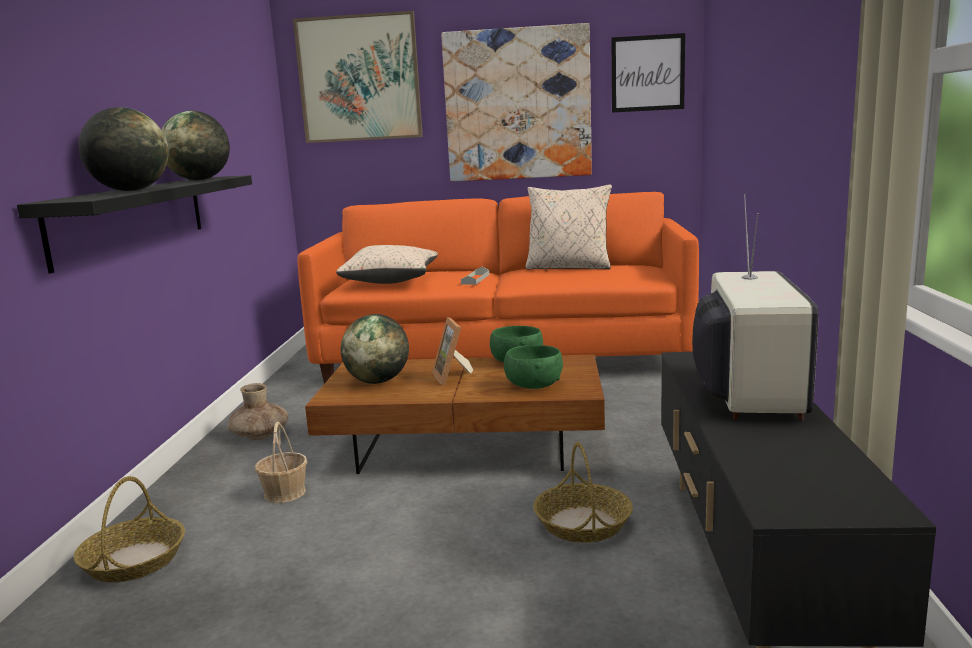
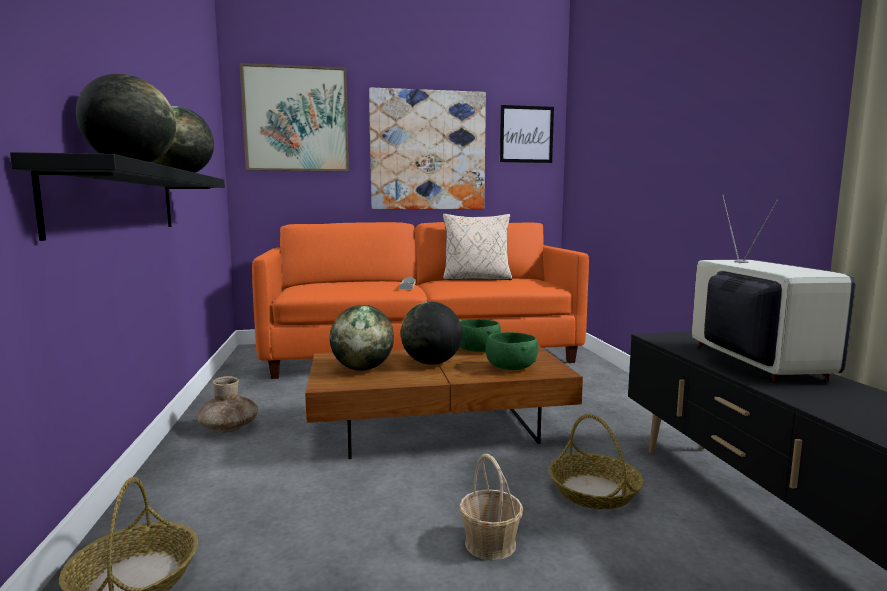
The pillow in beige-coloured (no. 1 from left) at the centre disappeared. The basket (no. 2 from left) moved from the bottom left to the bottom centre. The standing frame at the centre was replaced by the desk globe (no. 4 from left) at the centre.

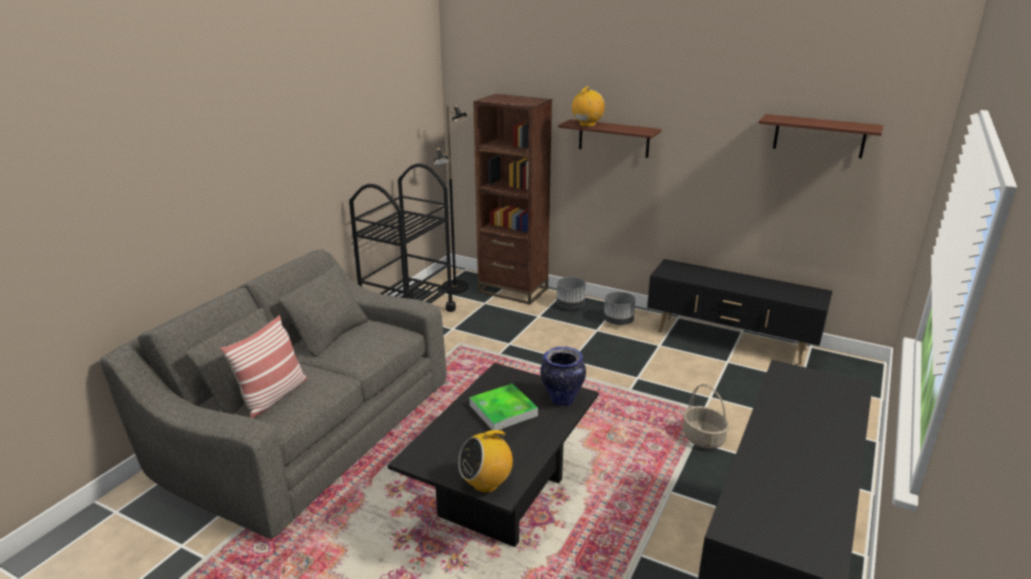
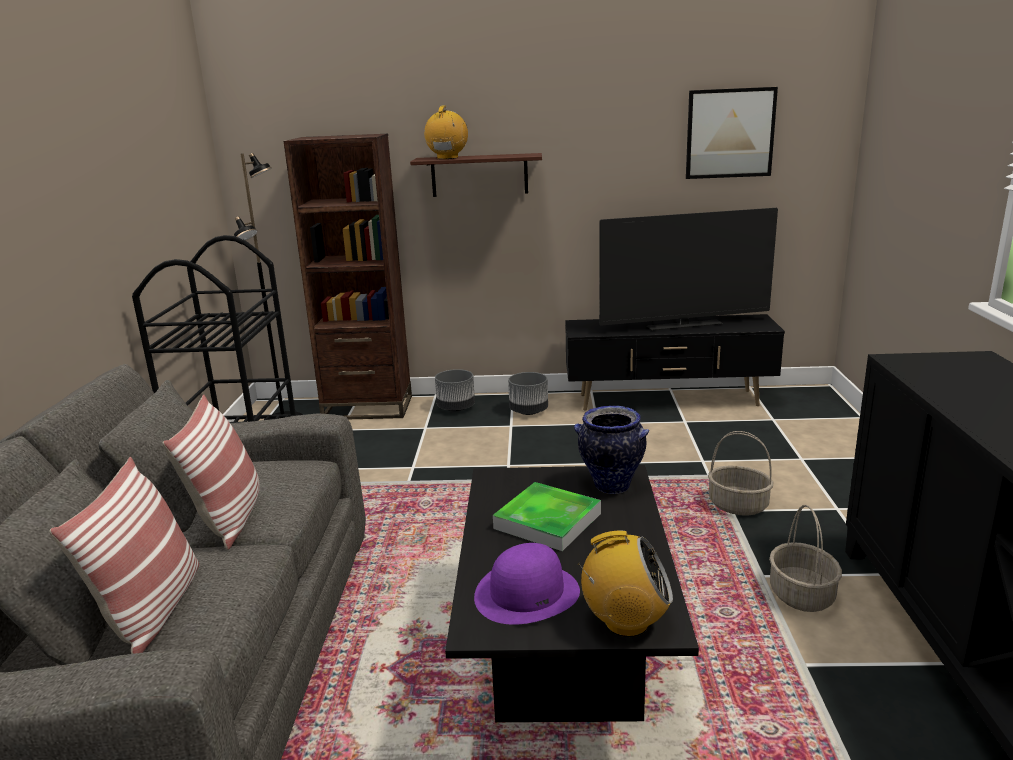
The pillow (no. 2 from left) at the middle left appeared. The wearable hat in purple at the bottom centre appeared. The TV at the middle right appeared. The basket (no. 2 from left) at the bottom right appeared. The wall shelf (no. 2 from left) at the top right was replaced by the wall picture at the top right. The radio (no. 1 from left in the first image) at the bottom centre turned 120 degrees counterclockwise.

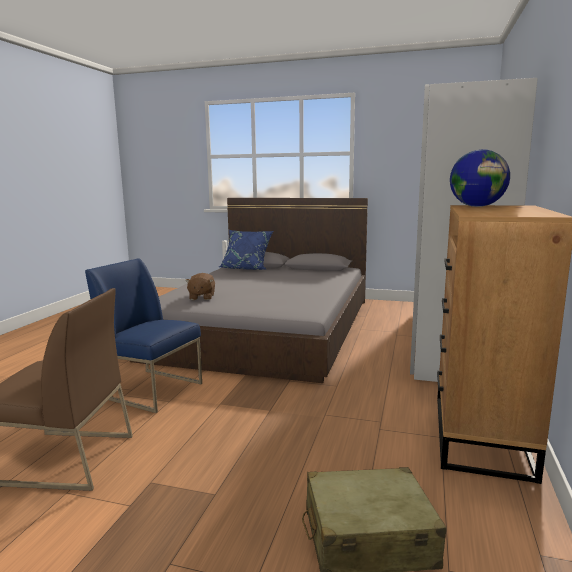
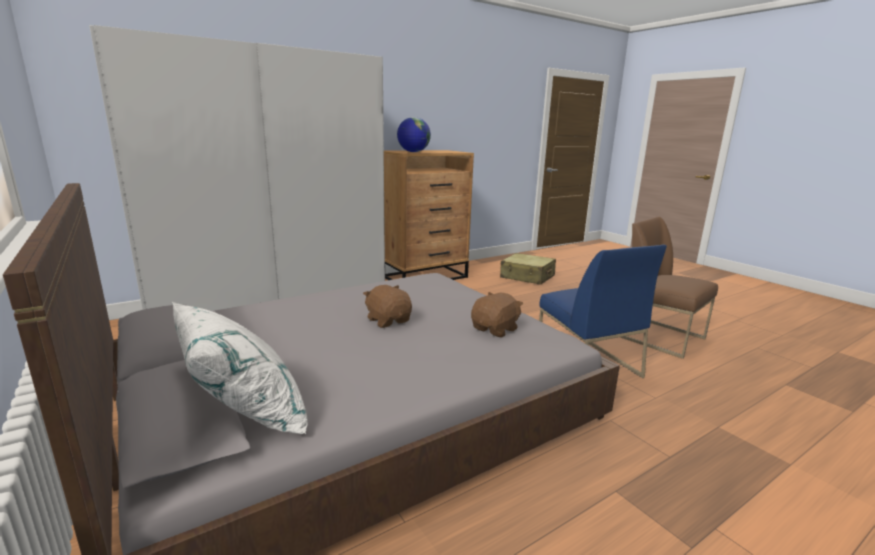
The soft toy in brown-coloured (no. 1 from left) at the centre appeared. The pillow in bluish at the centre became the pillow in white-coloured at the middle left.

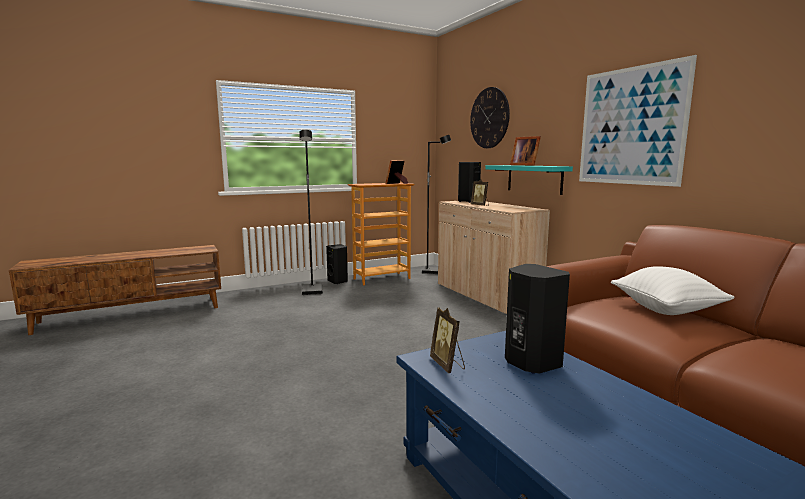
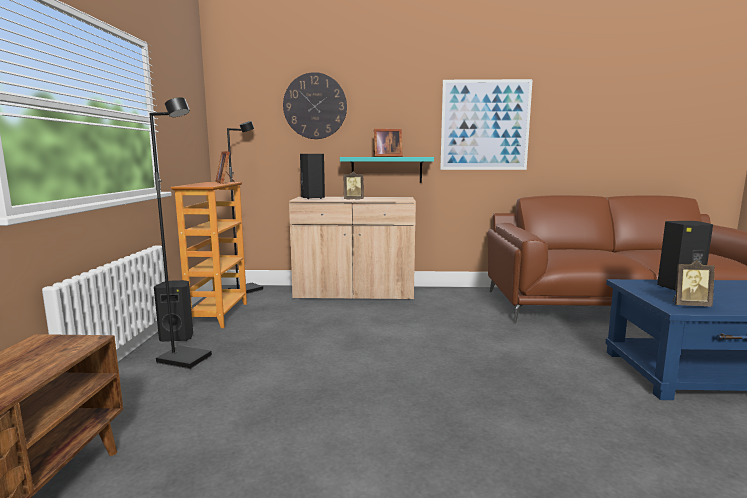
The pillow in white-coloured at the middle right disappeared.

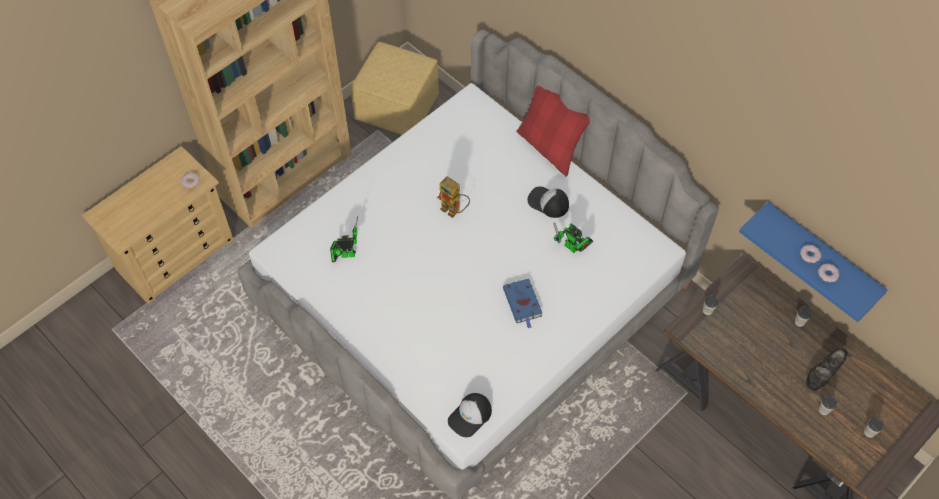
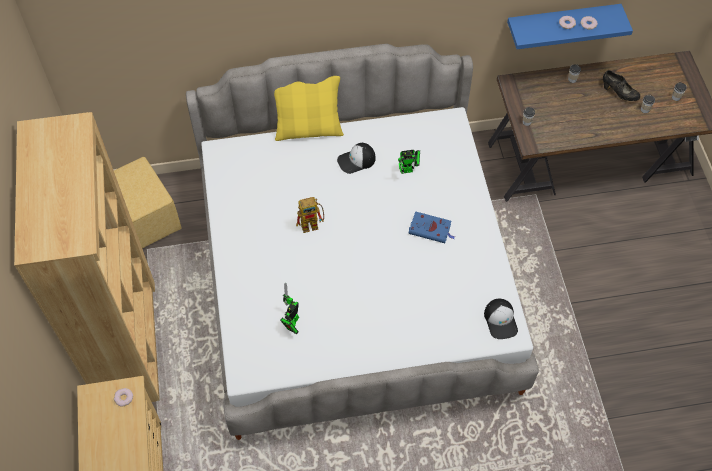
The pillow in reddish at the top centre became the pillow in yellow at the top centre. The shoe in black-coloured at the bottom right turned 45 degrees counterclockwise.

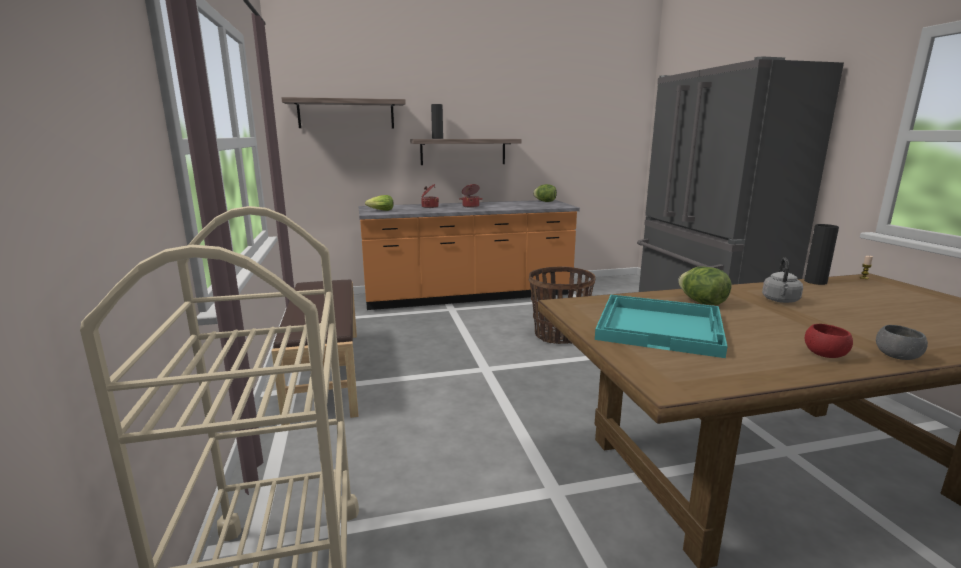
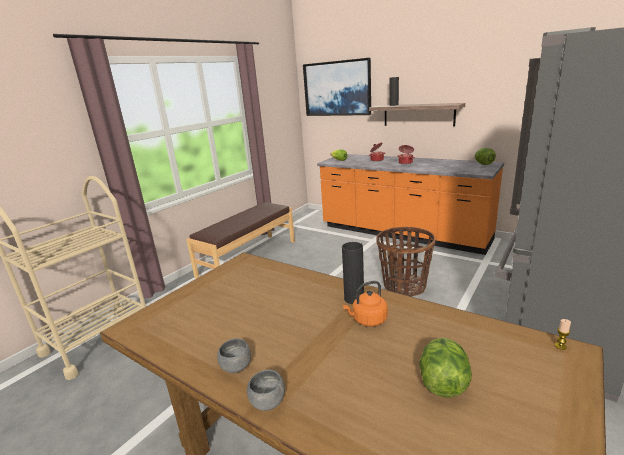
The carrying tray in turquoise-coloured at the middle right disappeared. The lettuce head (no. 3 from left in the first image) moved from the middle right to the bottom right. The vase in black-coloured (no. 2 from left in the first image) moved from the middle right to the centre. The wall shelf (no. 1 from left) at the top centre was replaced by the wall picture at the top centre. The tea kettle in greyish at the middle right became the tea kettle in orange-coloured at the centre. The serving bowl in reddish at the middle right became the serving bowl in greyish (no. 1 from left) at the bottom centre.

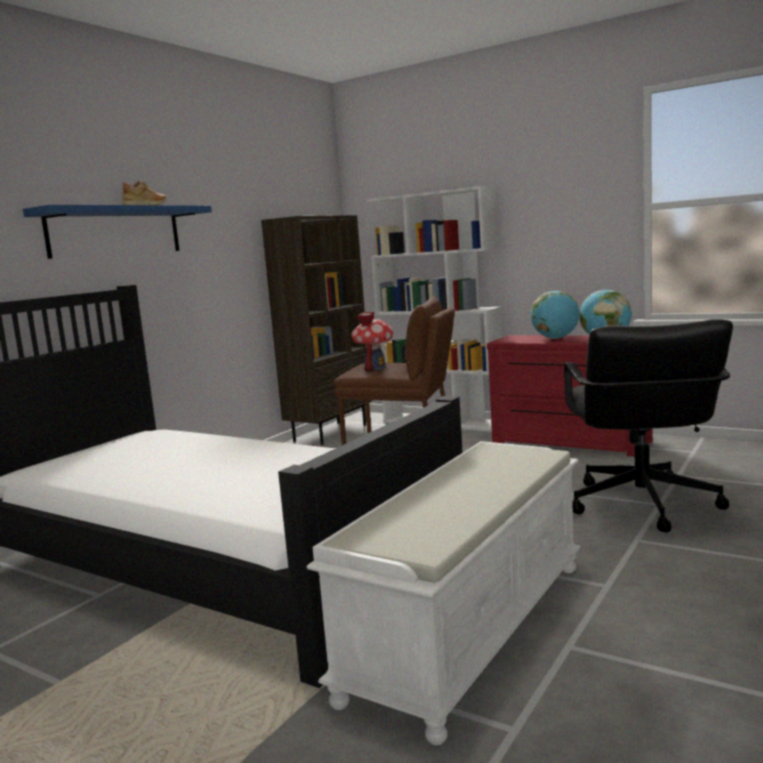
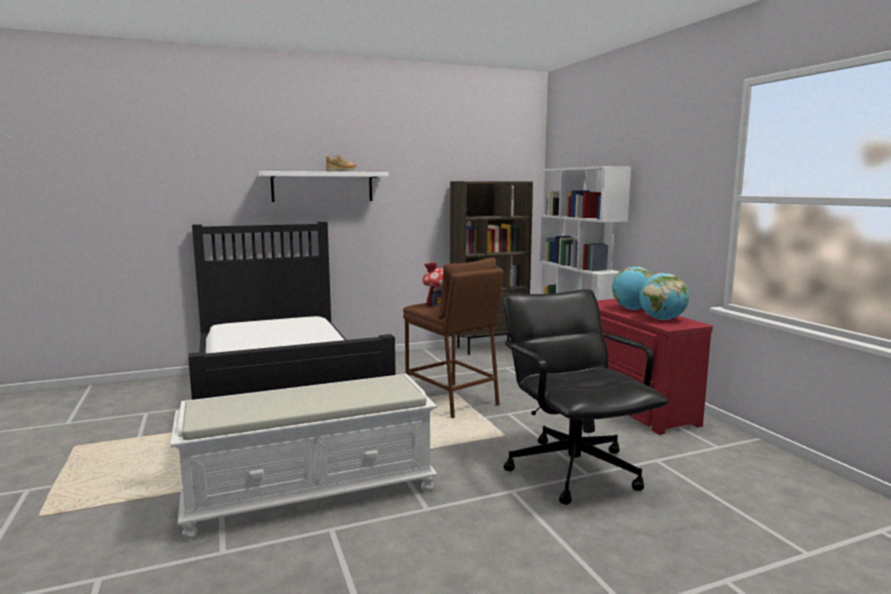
The wall shelf in bluish at the top left became the wall shelf in white-coloured at the top centre. The office chair in black-coloured at the middle right turned 120 degrees clockwise.

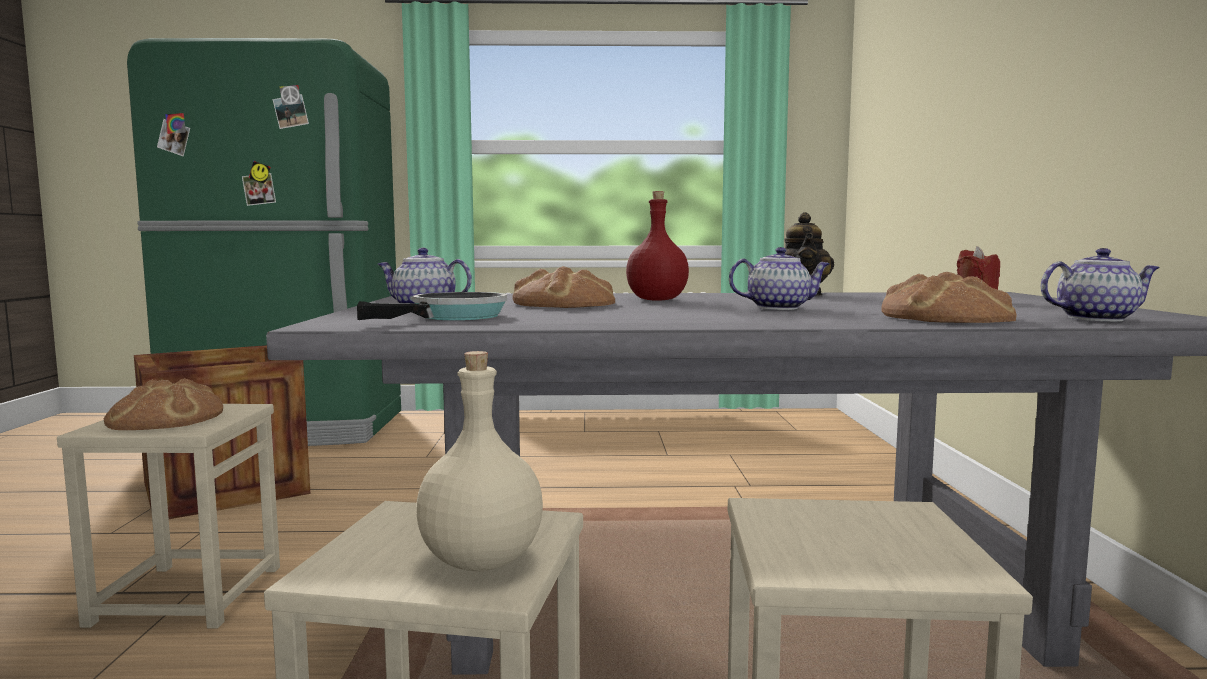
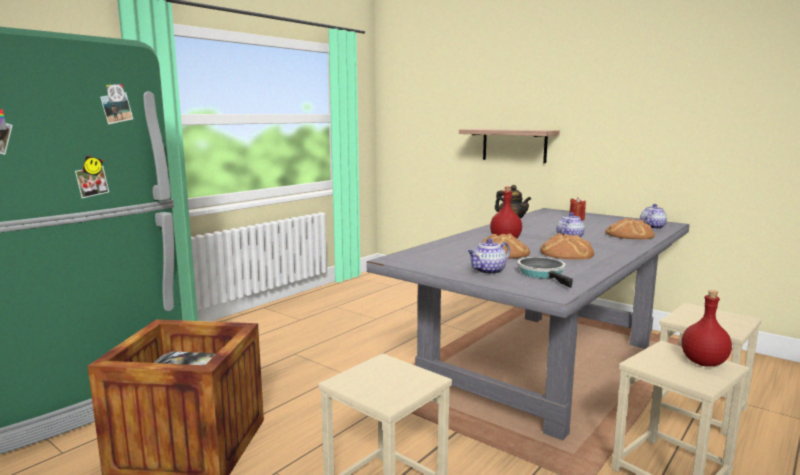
The wall shelf at the top centre appeared. The baked bread (no. 1 from left in the first image) moved from the middle left to the middle right. The beverage bottle in beige-coloured at the bottom centre became the beverage bottle in reddish (no. 2 from left) at the bottom right.

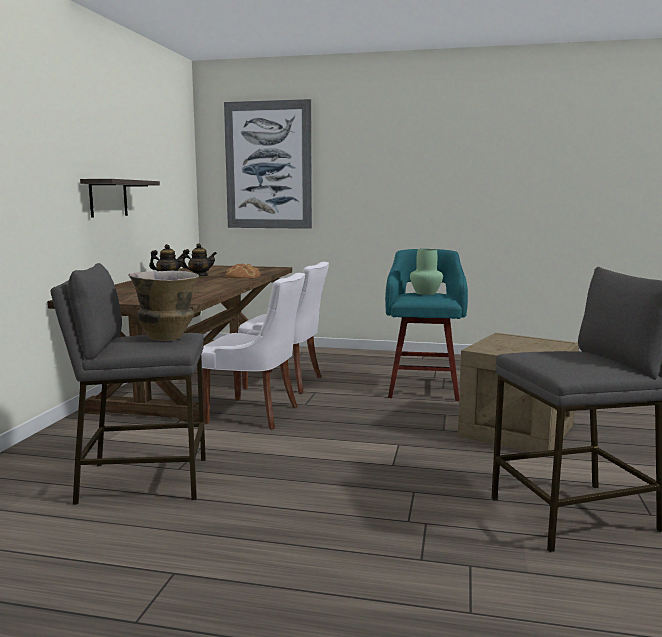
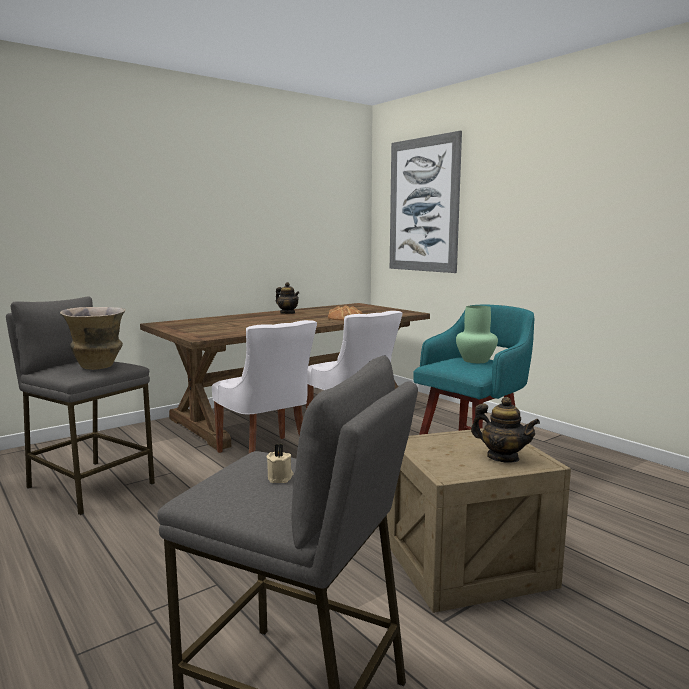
The wall shelf at the top left disappeared. The candle in beige-coloured at the bottom centre appeared. The pot for tea (no. 2 from left) moved from the middle left to the middle right.

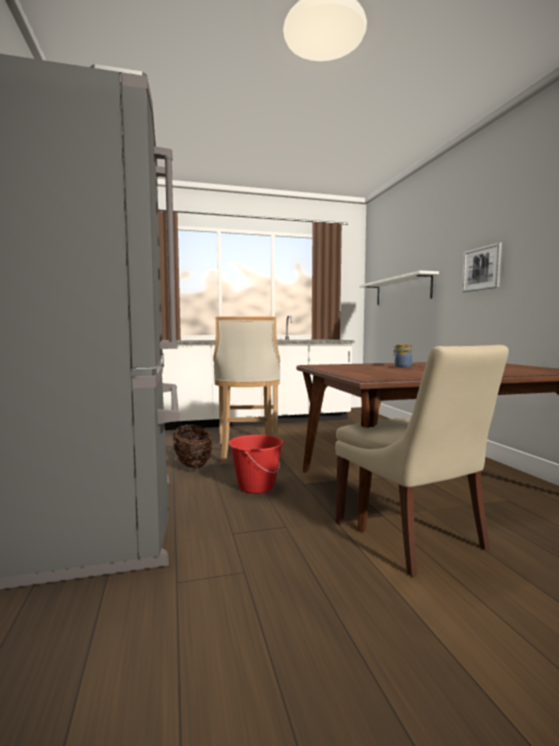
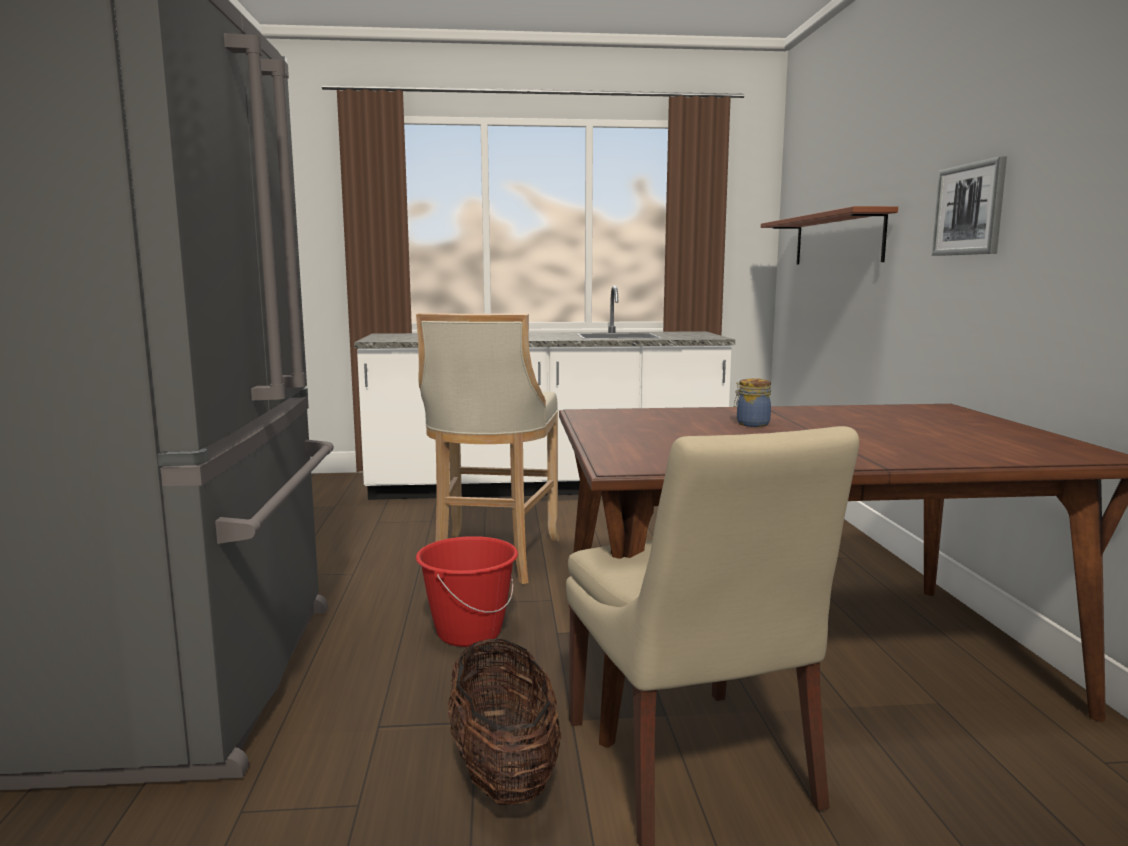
The basket moved from the centre to the bottom centre. The wall shelf in white-coloured at the middle right became the wall shelf in brown-coloured at the top right.

